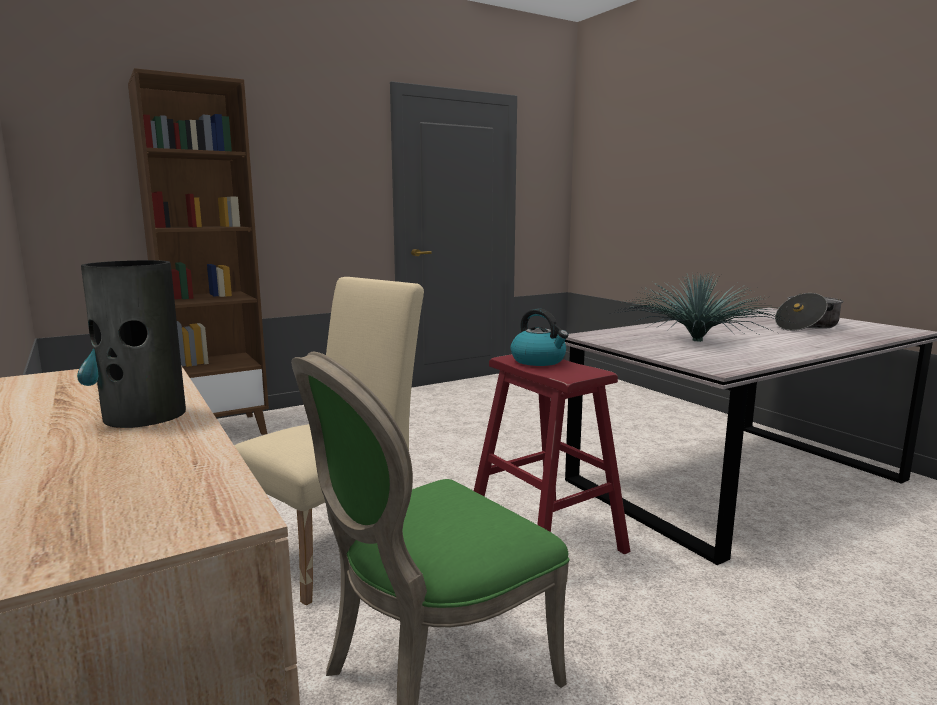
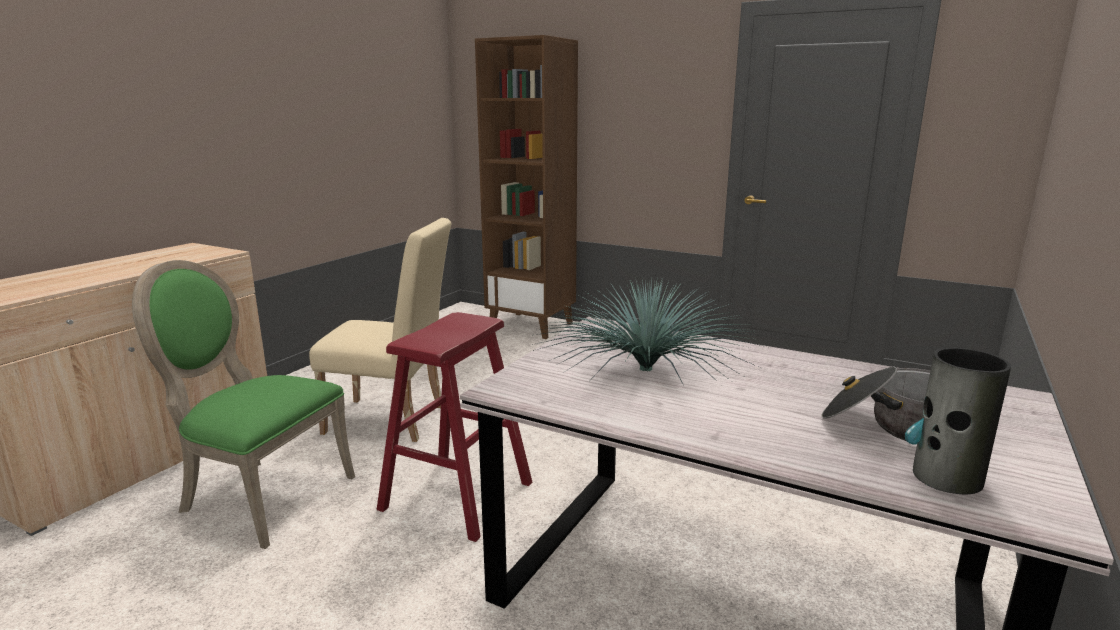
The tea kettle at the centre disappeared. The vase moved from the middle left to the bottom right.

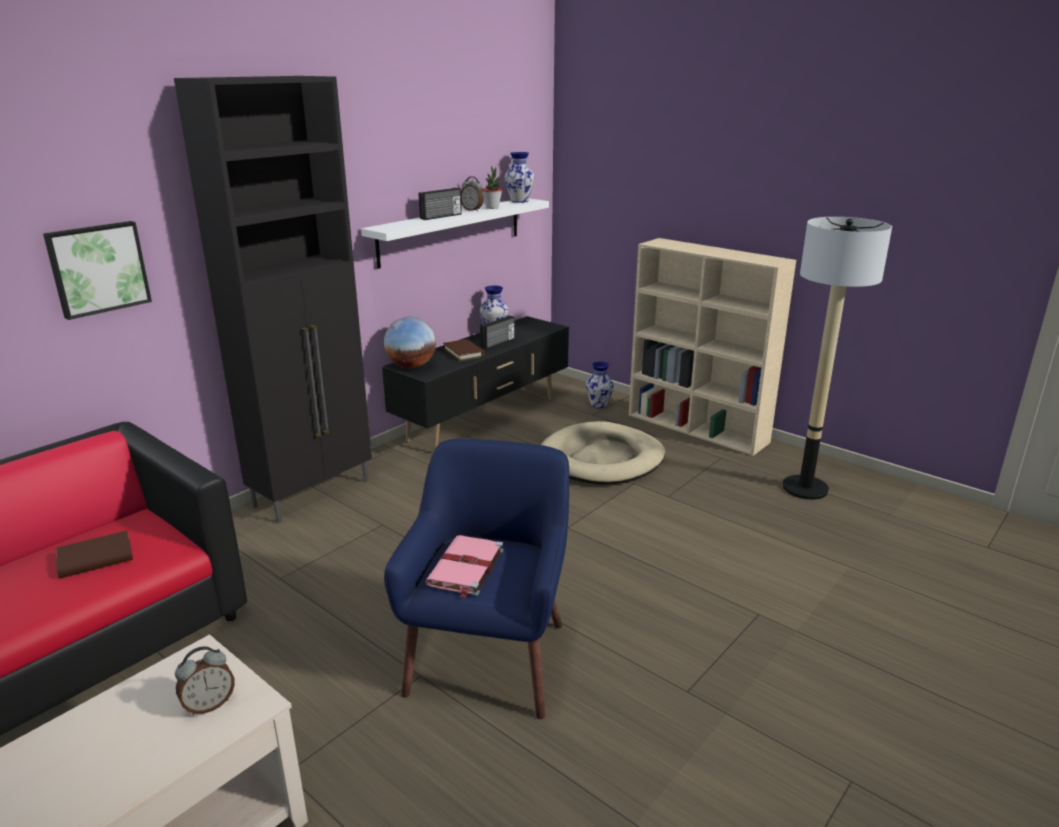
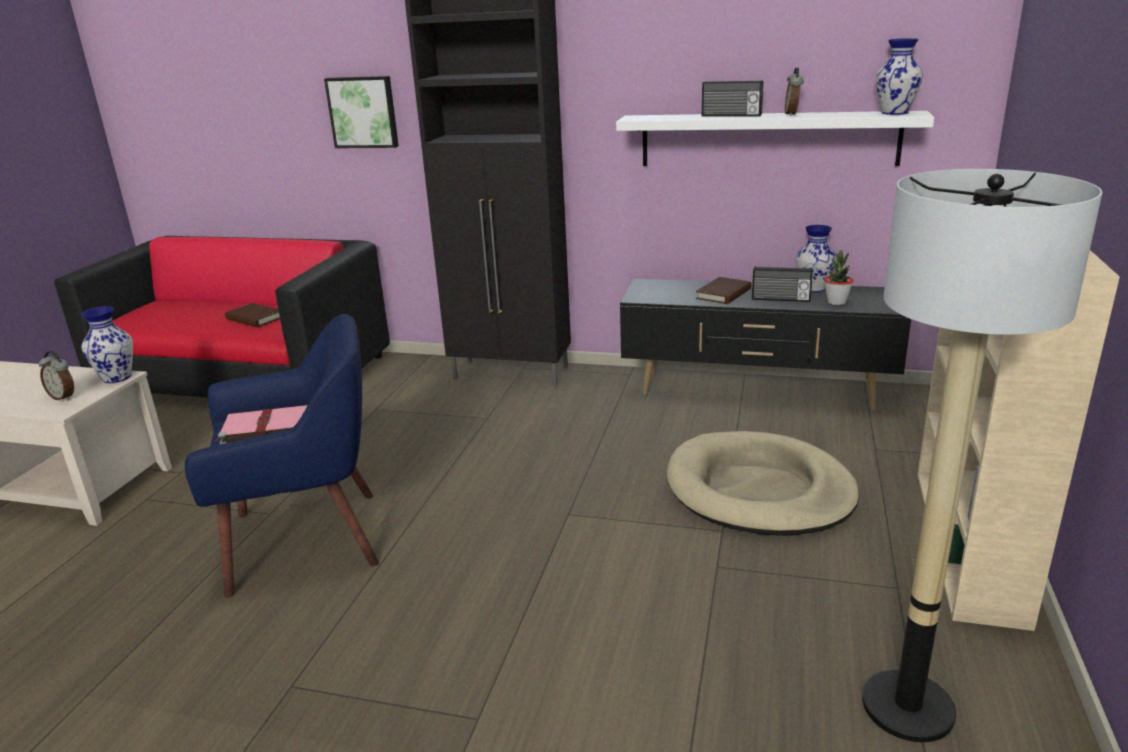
The desk globe at the centre disappeared. The plant in a pot moved from the top centre to the middle right. The vase (no. 3 from left in the first image) moved from the centre to the middle left.

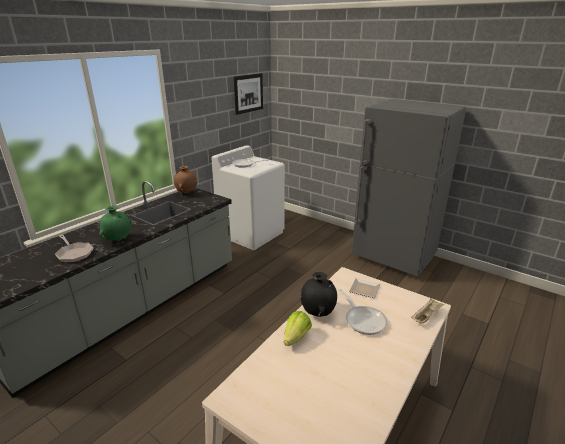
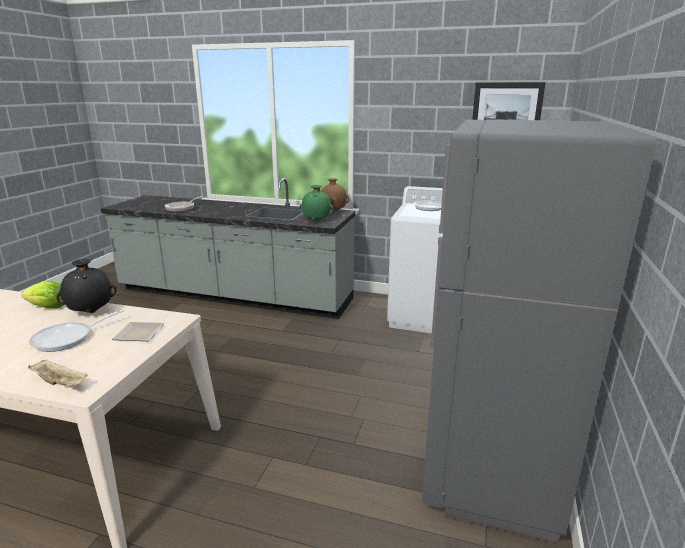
The vase in green moved from the middle left to the centre.

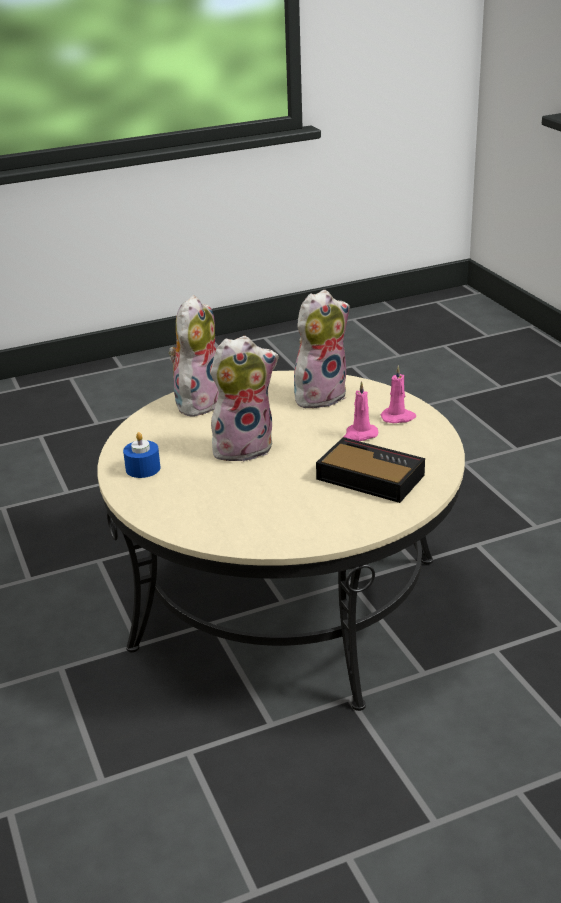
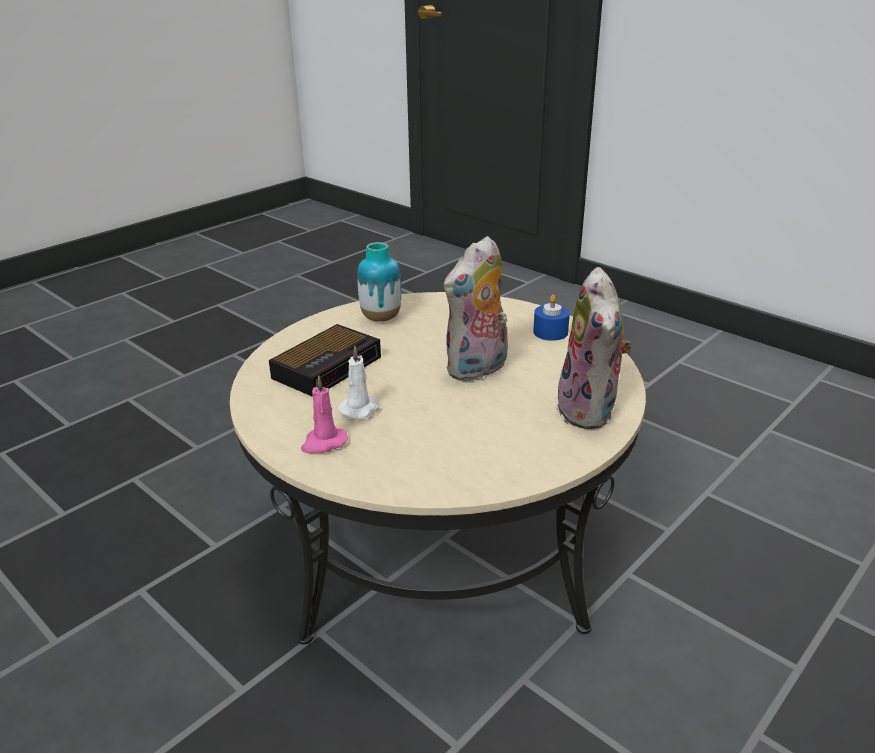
The soft toy (no. 3 from left) at the centre disappeared. The vase at the centre appeared. The candle in pinkish (no. 1 from left) at the centre became the candle in white-coloured at the centre. The table clock at the centre turned 60 degrees counterclockwise.

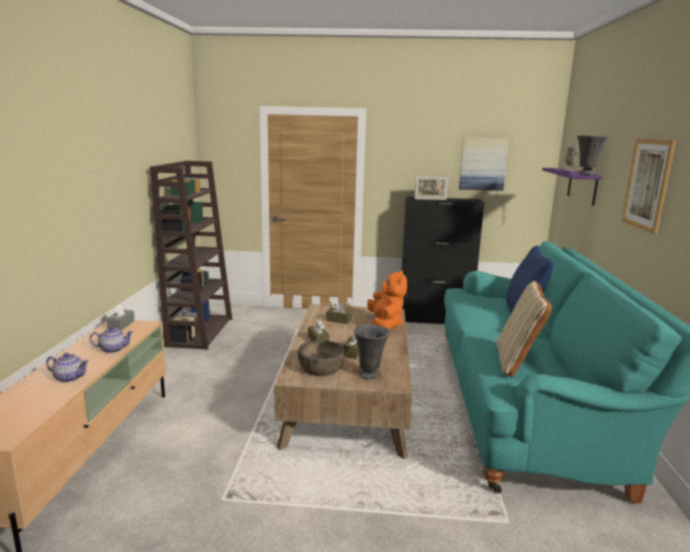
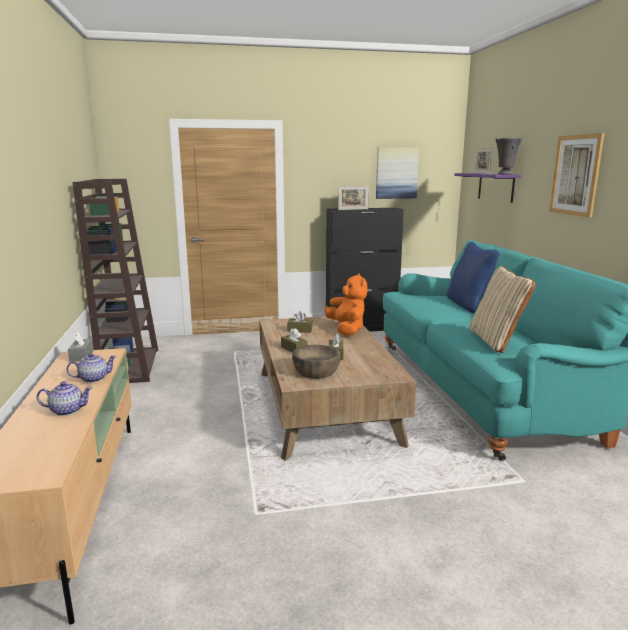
The vase in greyish (no. 1 from left) at the centre disappeared.

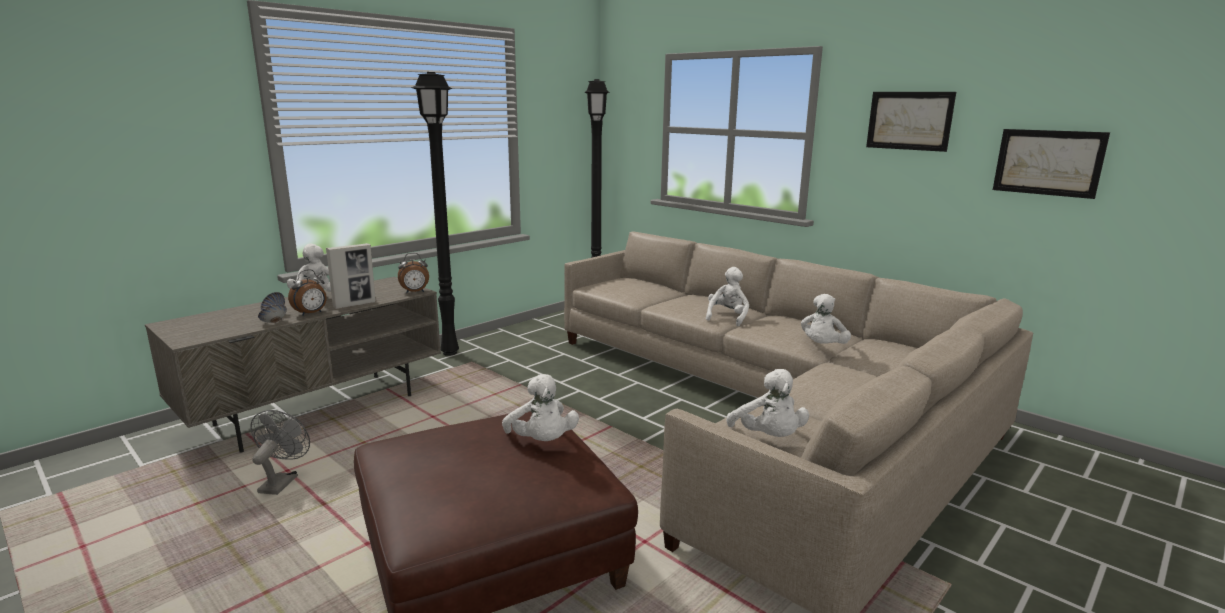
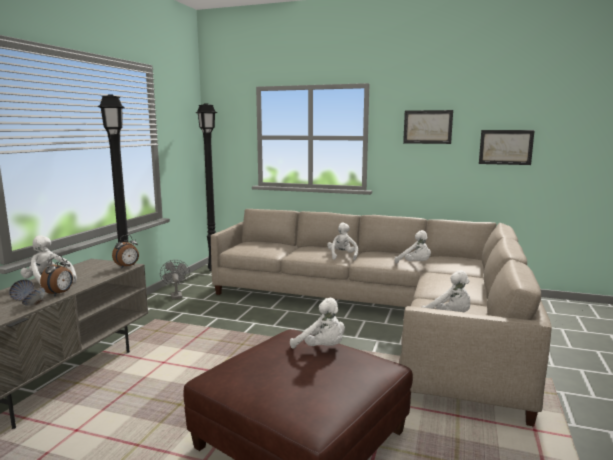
The standing frame at the middle left disappeared. The cooling fan in greyish moved from the bottom left to the middle left. The soft toy in white-coloured (no. 5 from left in the first image) at the middle right turned 45 degrees counterclockwise.

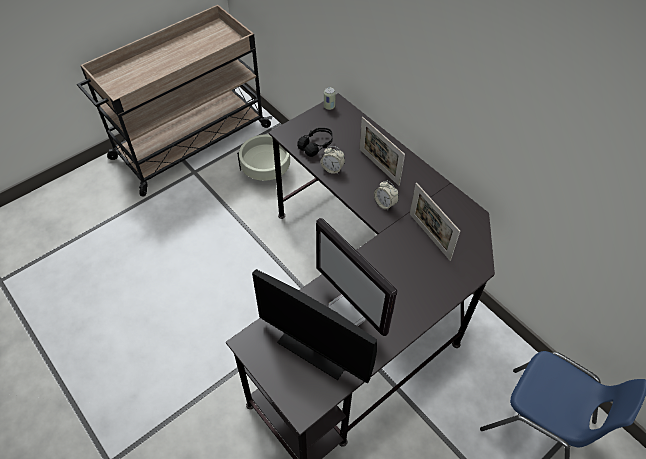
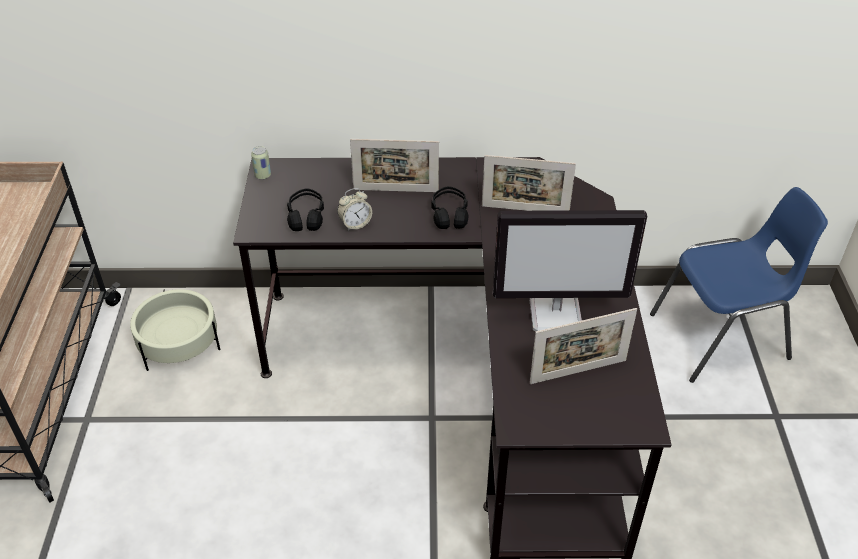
The computer display (no. 1 from left) at the bottom centre was replaced by the standing frame (no. 3 from left) at the middle right. The table clock (no. 2 from left) at the centre was replaced by the headset in black-coloured (no. 2 from left) at the centre.

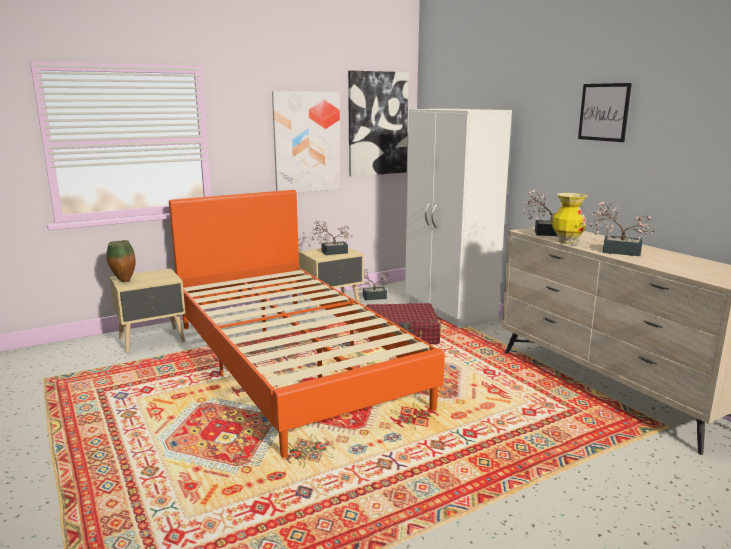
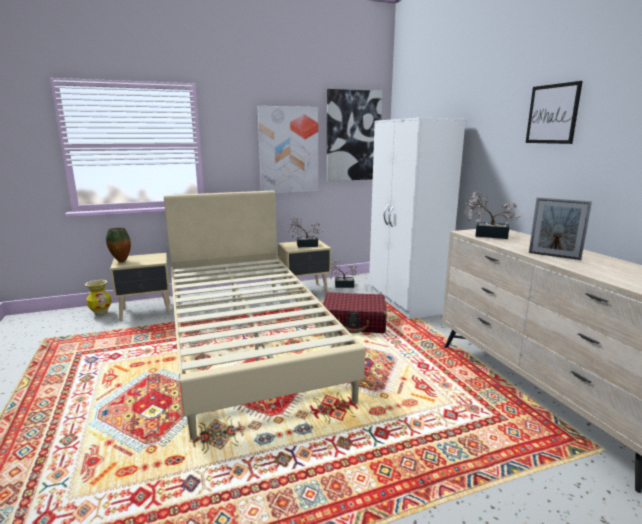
The vase (no. 2 from left in the first image) moved from the middle right to the middle left. The plant in a pot (no. 4 from left) at the middle right was replaced by the standing frame at the middle right. The bedroom bed in orange-coloured at the centre became the bedroom bed in beige-coloured at the centre.

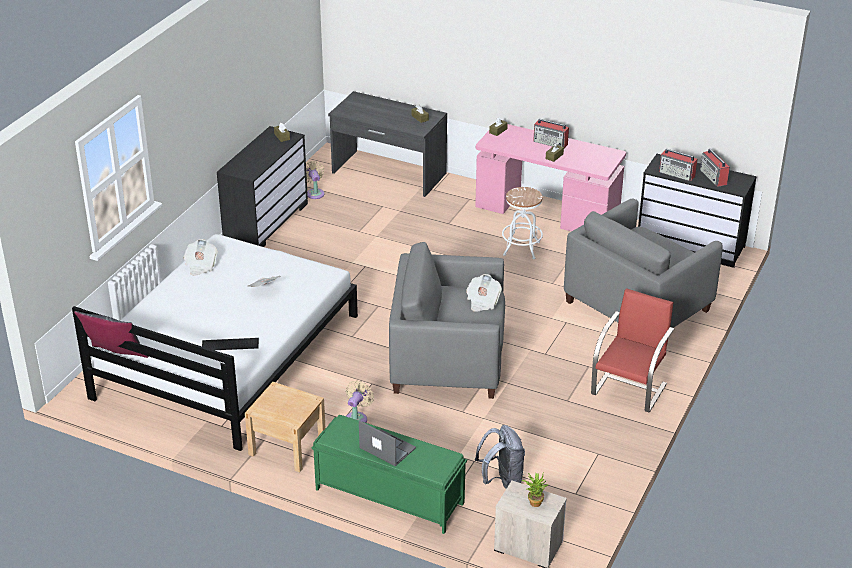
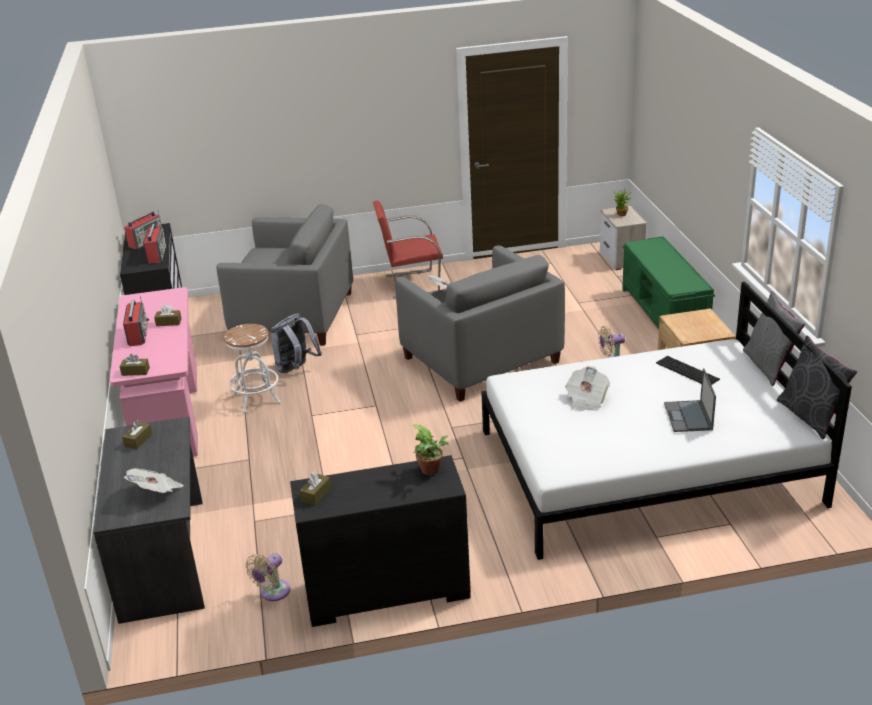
The plant in a pot (no. 1 from left) at the centre appeared. The pillow in greyish (no. 1 from left) at the middle right appeared. The newspaper (no. 1 from left) moved from the middle left to the bottom left. The notebook computer moved from the bottom centre to the middle right. The backpack in greyish moved from the bottom centre to the centre.

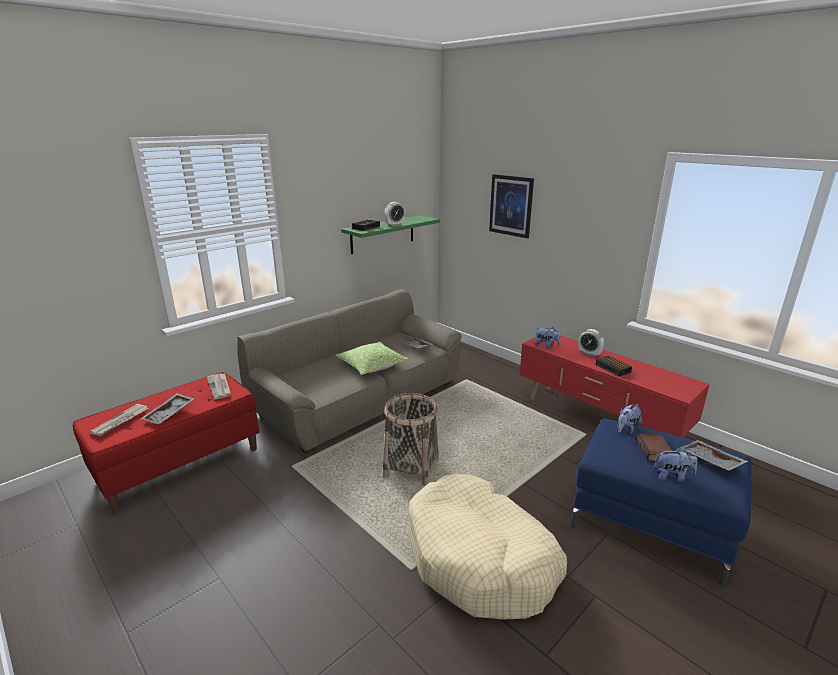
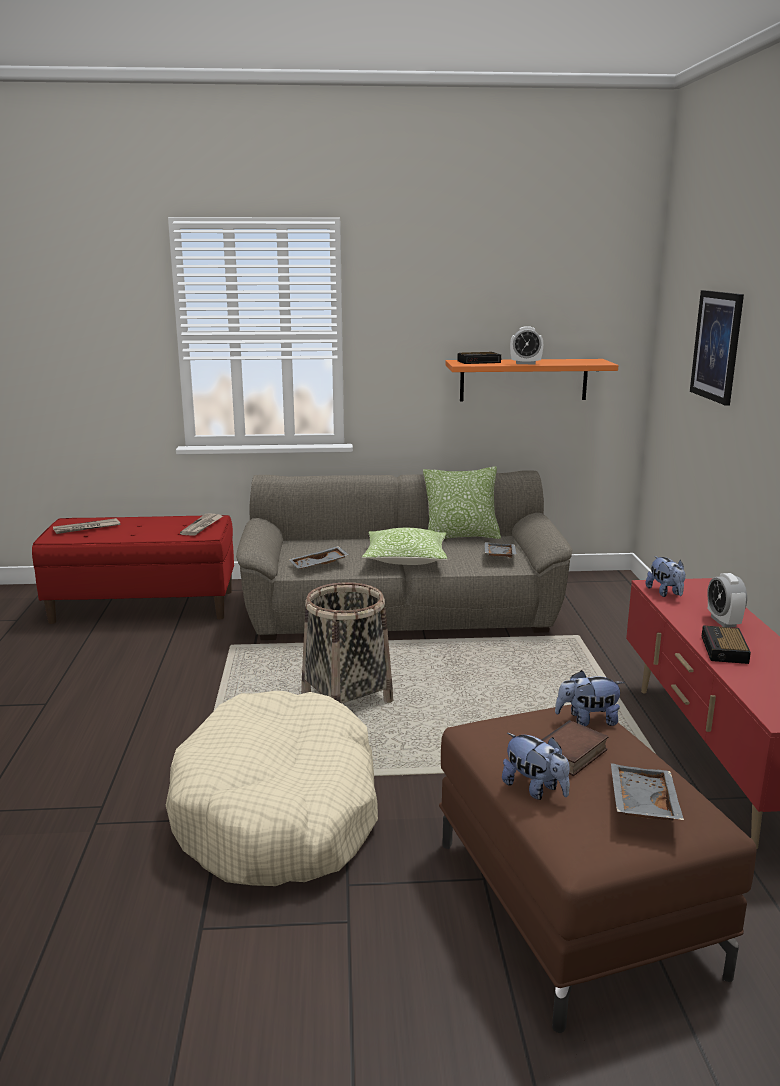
The pillow (no. 2 from left) at the centre appeared. The carrying tray in greyish (no. 1 from left) moved from the middle left to the centre. The wall shelf in green at the centre became the wall shelf in orange-coloured at the middle right. The pouffe in bluish at the bottom right became the pouffe in brown-coloured at the bottom right.

